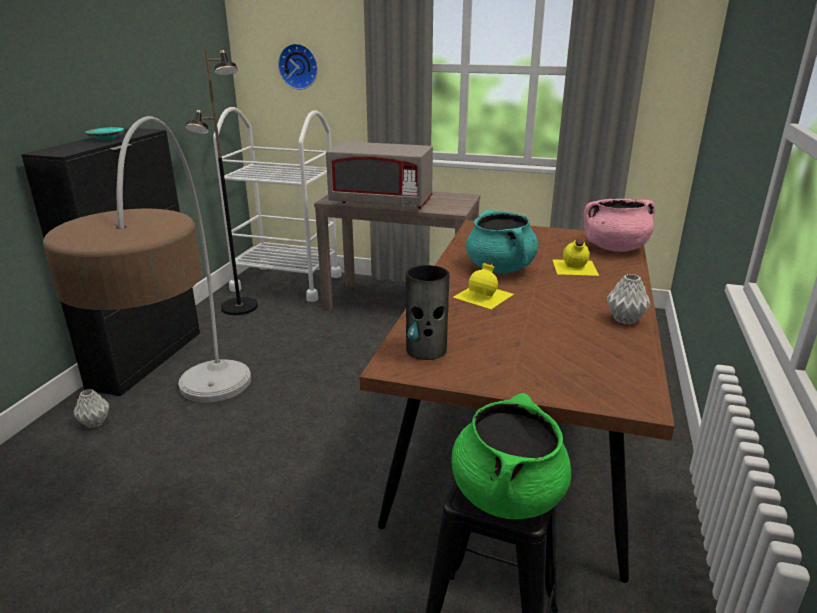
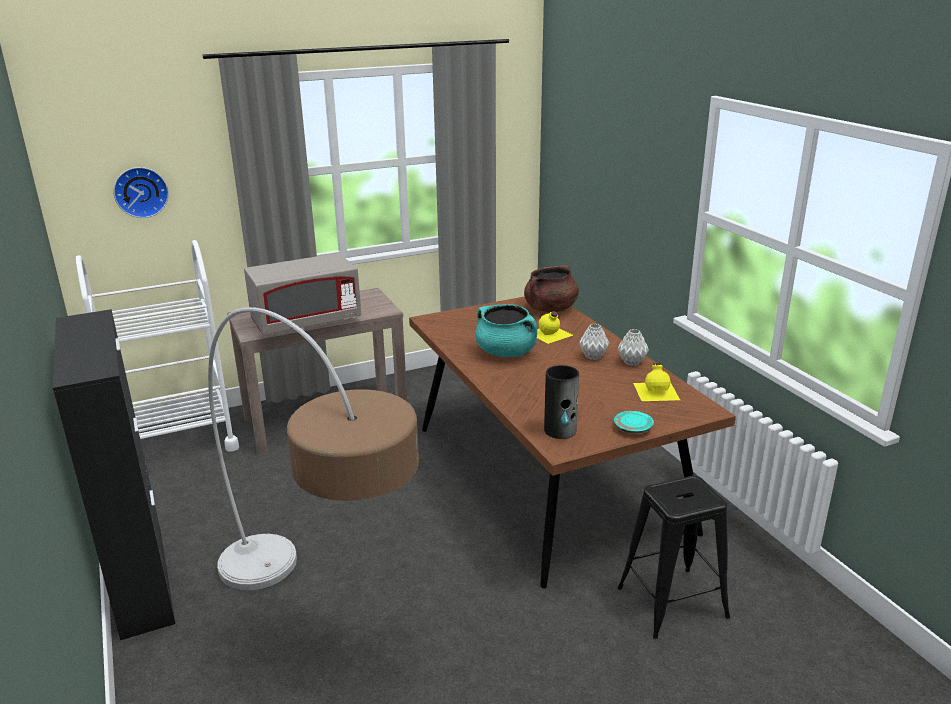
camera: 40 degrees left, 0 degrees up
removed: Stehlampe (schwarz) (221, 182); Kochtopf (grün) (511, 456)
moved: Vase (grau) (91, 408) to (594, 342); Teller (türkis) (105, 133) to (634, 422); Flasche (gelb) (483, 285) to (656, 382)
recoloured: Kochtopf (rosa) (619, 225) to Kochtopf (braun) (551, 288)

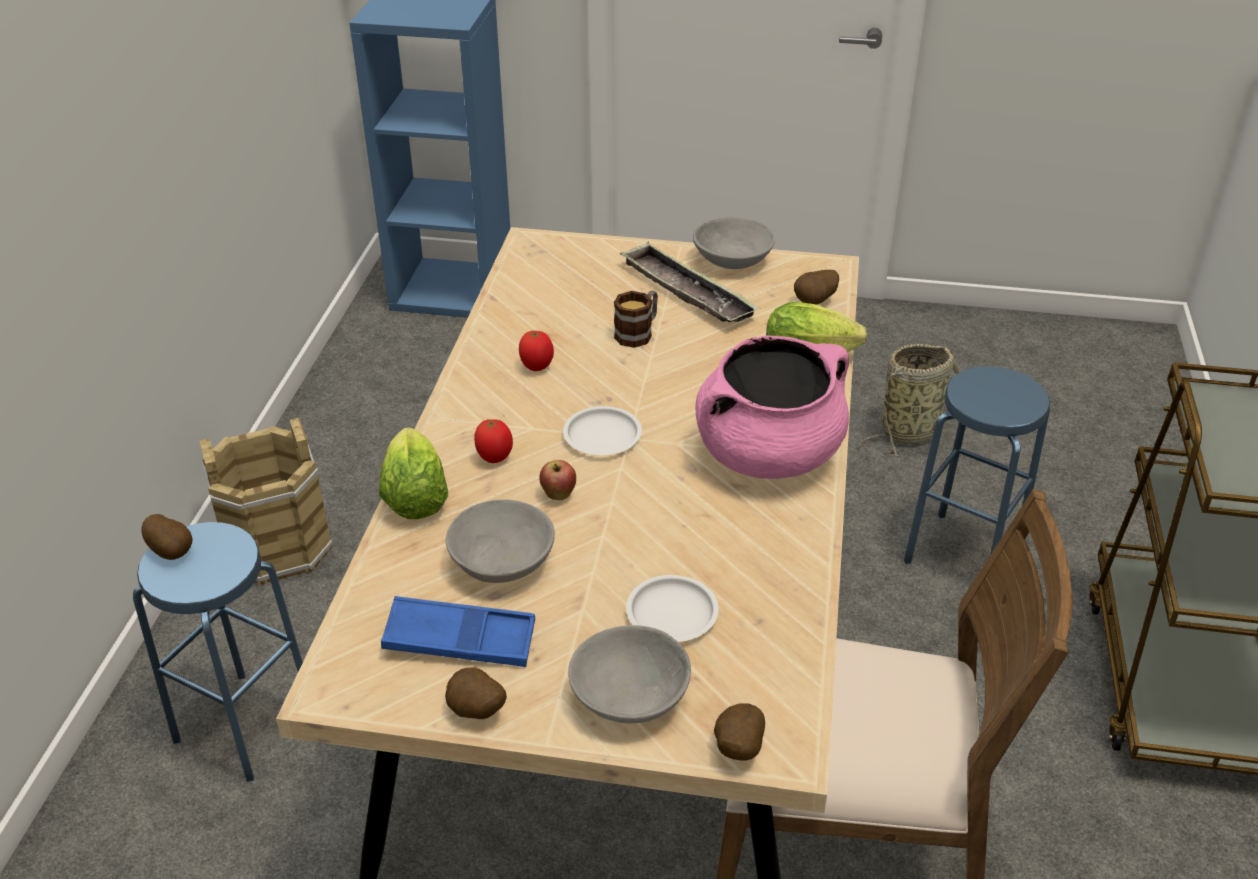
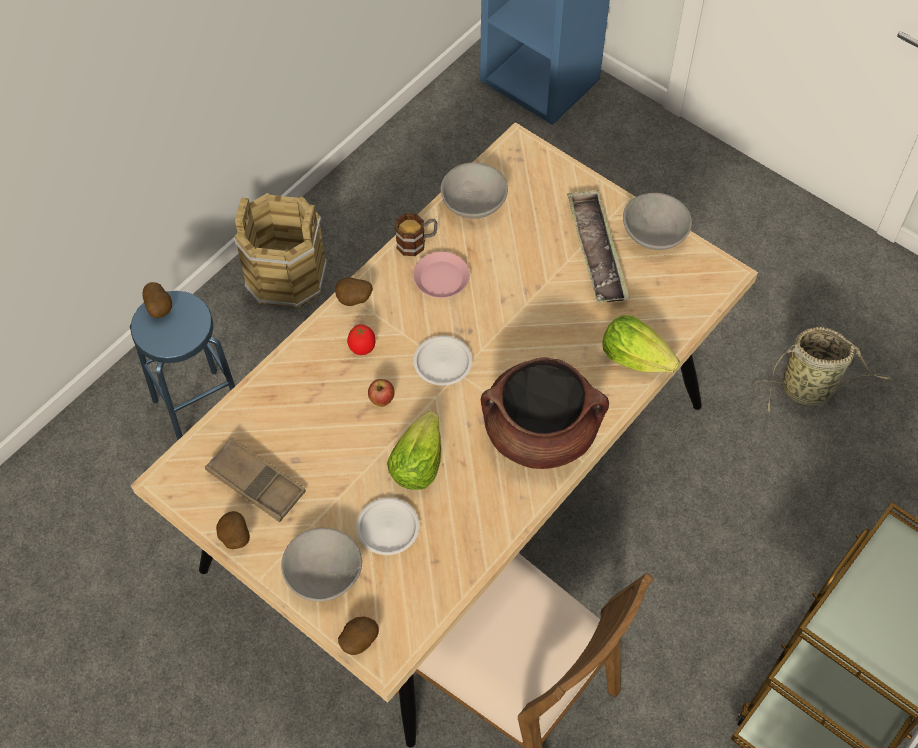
camera: 30 degrees right, 20 degrees up
removed: Hocker (blau) (977, 465)
moved: Salatkopf (413, 473) to (414, 450); Schüssel (grau) (500, 541) to (474, 190); Henkelbecher (636, 319) to (416, 234); Kartoffel (816, 287) to (354, 291)
replaced: Tomate (536, 350) to Teller (rosa) (441, 275)
recoloured: Tablett (blau) (458, 631) to Tablett (braun) (255, 479); Kochtopf (rosa) (772, 407) to Kochtopf (braun) (545, 413)

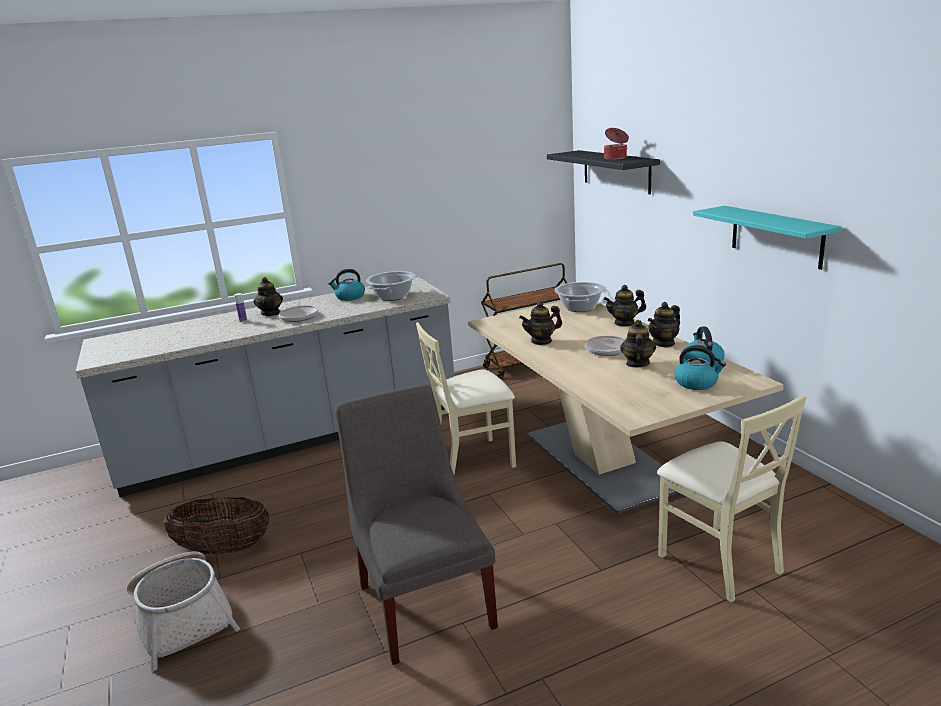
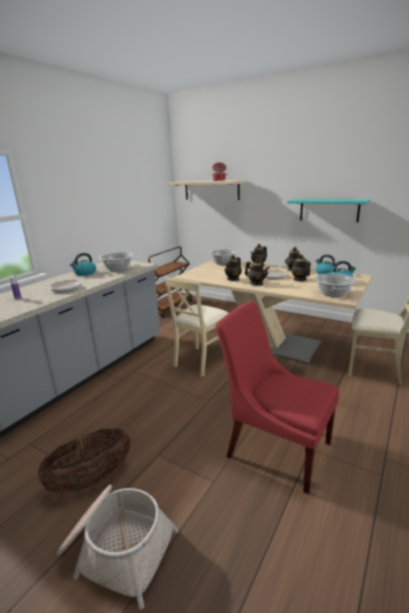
camera: 35 degrees left, 0 degrees up
added: Kochtopf (335, 285)
moved: Teekanne (268, 296) to (257, 271)
recoloured: Stuhl (grau) (416, 524) to Stuhl (rot) (277, 397); Wandregal (schwarz) (603, 172) to Wandregal (beige) (206, 190)

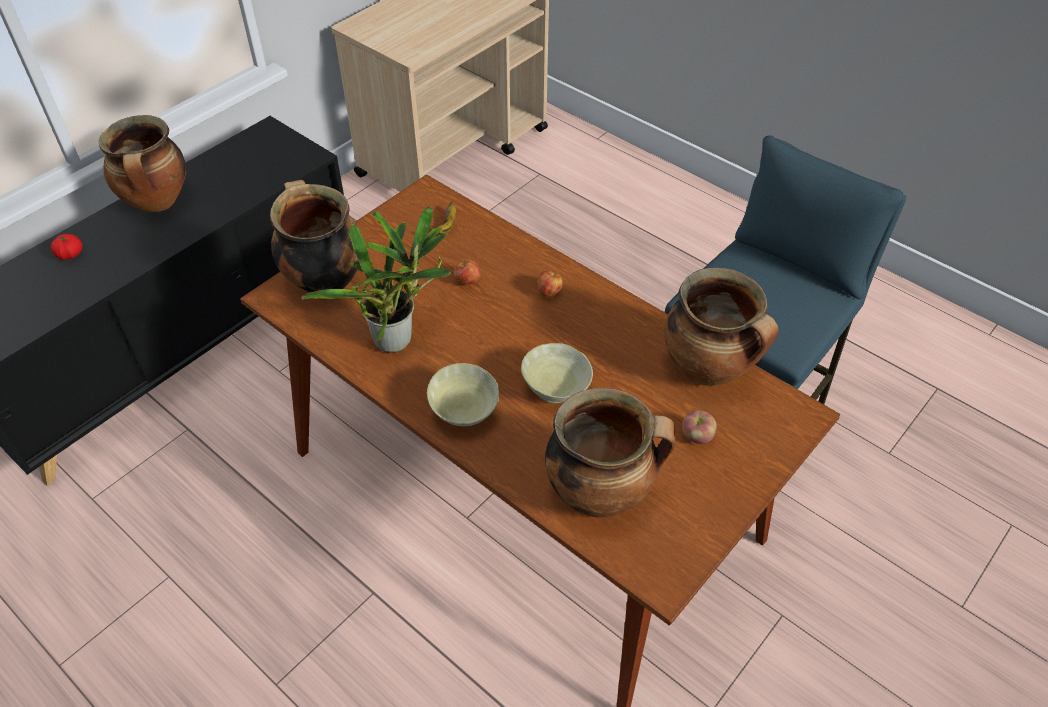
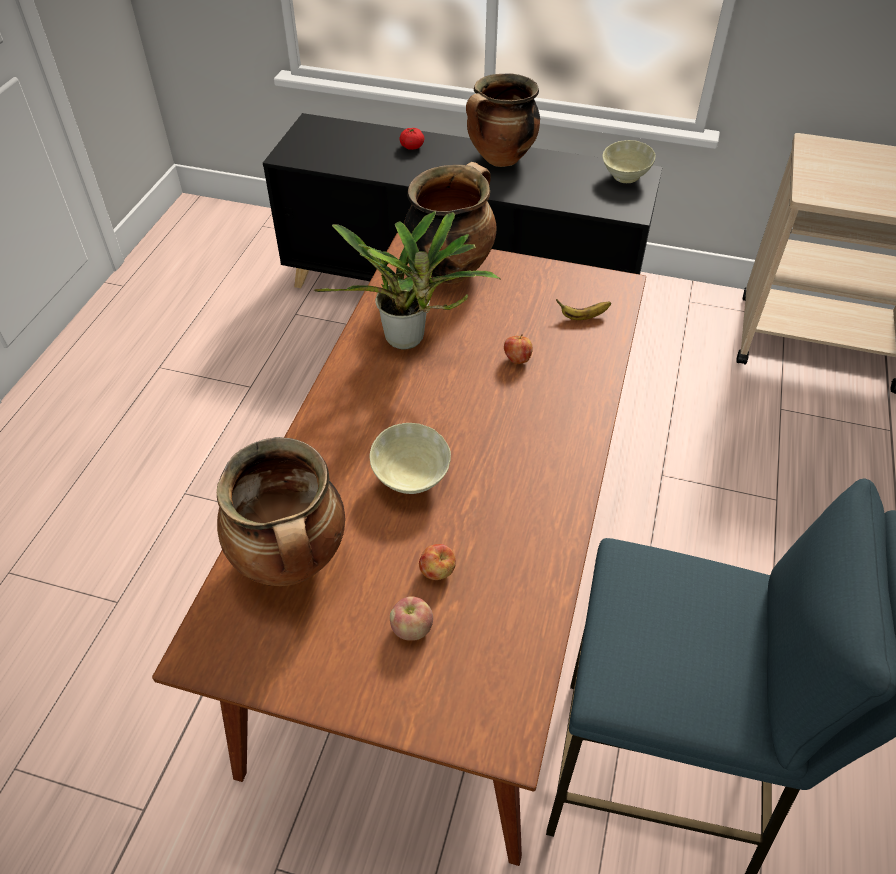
camera: 65 degrees right, 0 degrees up
removed: Kochtopf (721, 326)
moved: Schüssel (beige) (463, 394) to (629, 161); Apfel (550, 283) to (437, 562)

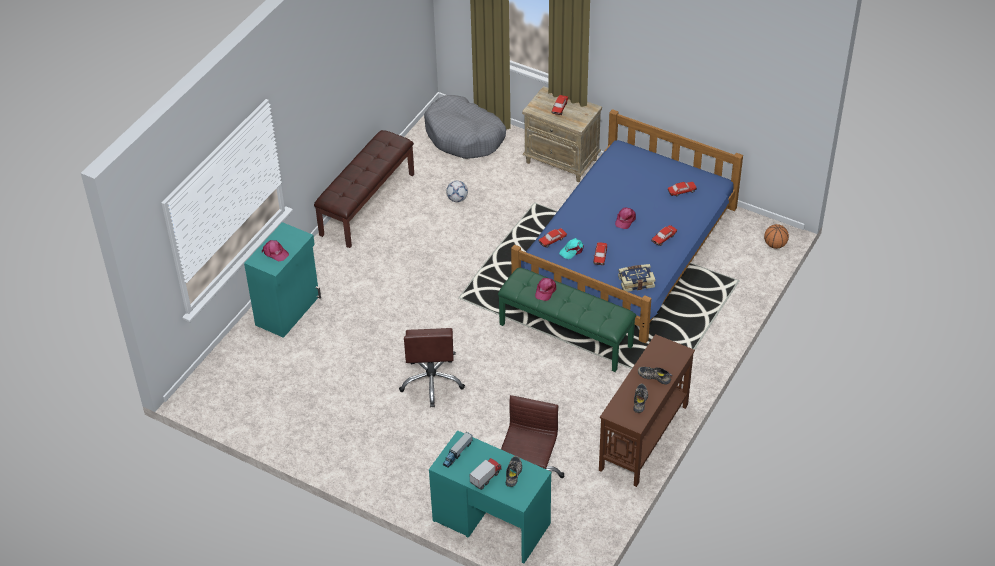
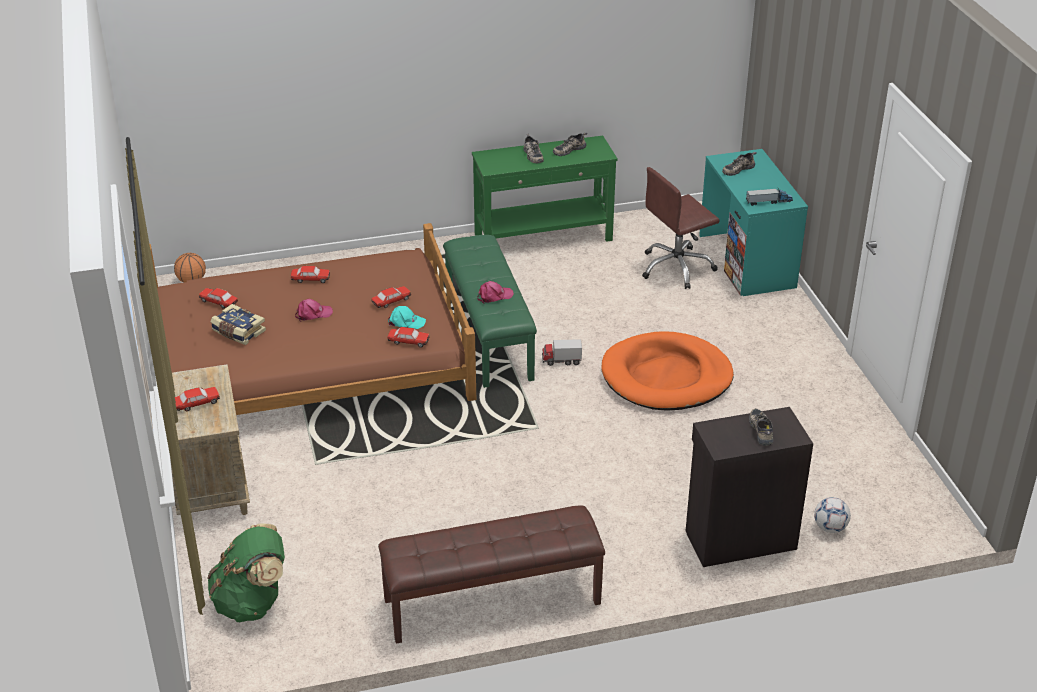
camera: 135 degrees left, 10 degrees down
moved: Fußball (457, 191) to (832, 515); Spielzeuglaster (485, 474) to (562, 352); Buch (637, 278) to (238, 324)
replaced: Kappe (rosa) (275, 250) to Schuh (761, 427); Bürostuhl (braun) (432, 367) to Hundebett (orange) (667, 371); Hundebett (grau) (465, 127) to Rucksack (grün) (246, 572)
recoloured: Schrank (türkis) (282, 280) to Schrank (schwarz) (749, 487); Bett (blau) (627, 226) to Bett (braun) (313, 319); Konsolentisch (braun) (647, 410) to Konsolentisch (grün) (545, 189)

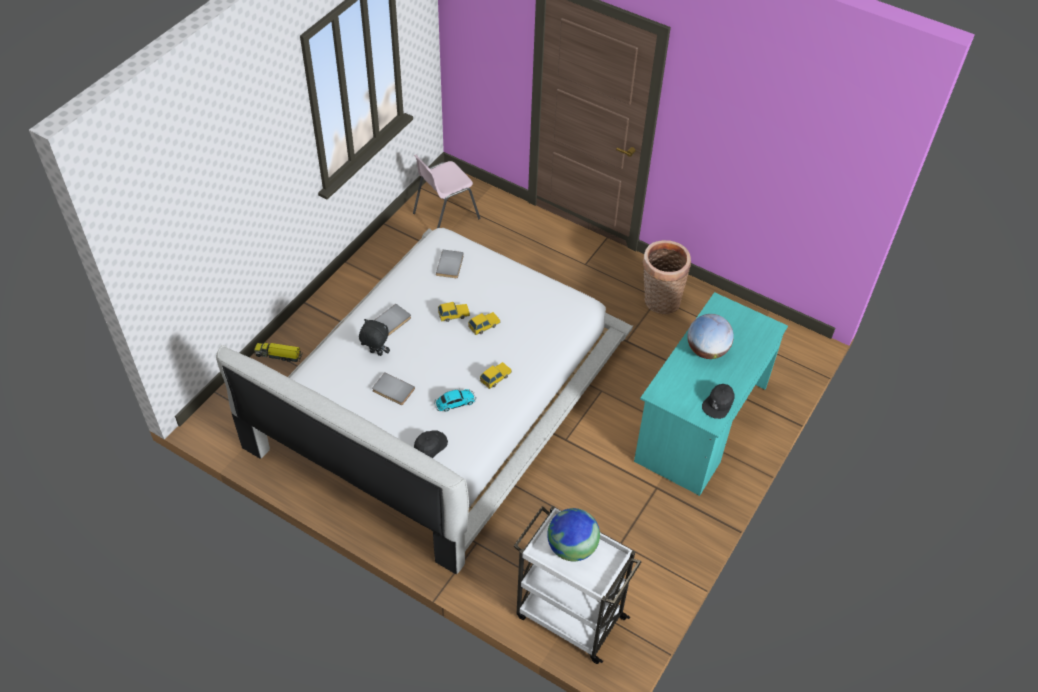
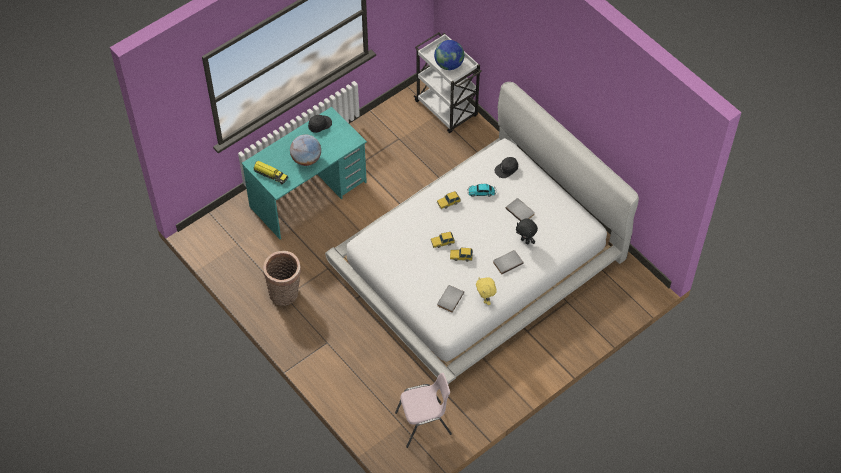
camera: 160 degrees left, 5 degrees up
added: Plüschtier (gelb) (486, 291)
moved: Spielzeuglaster (278, 351) to (270, 172)

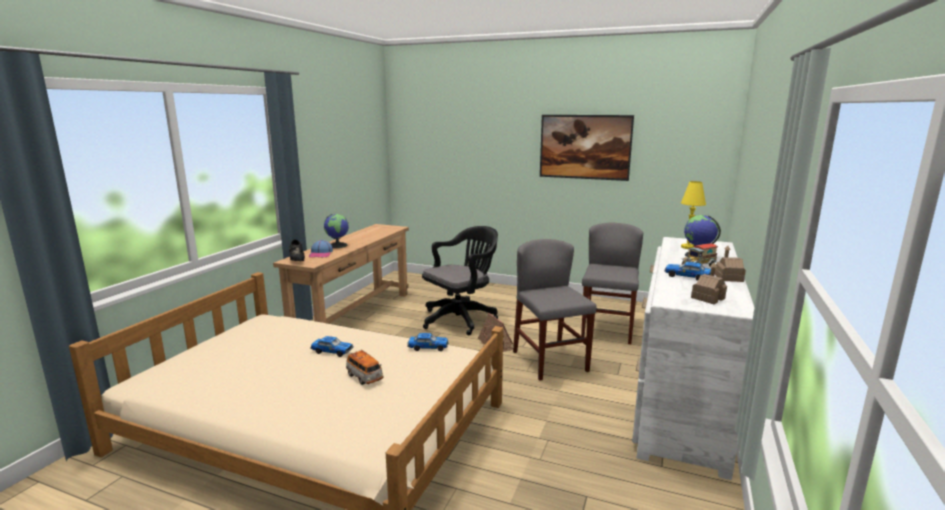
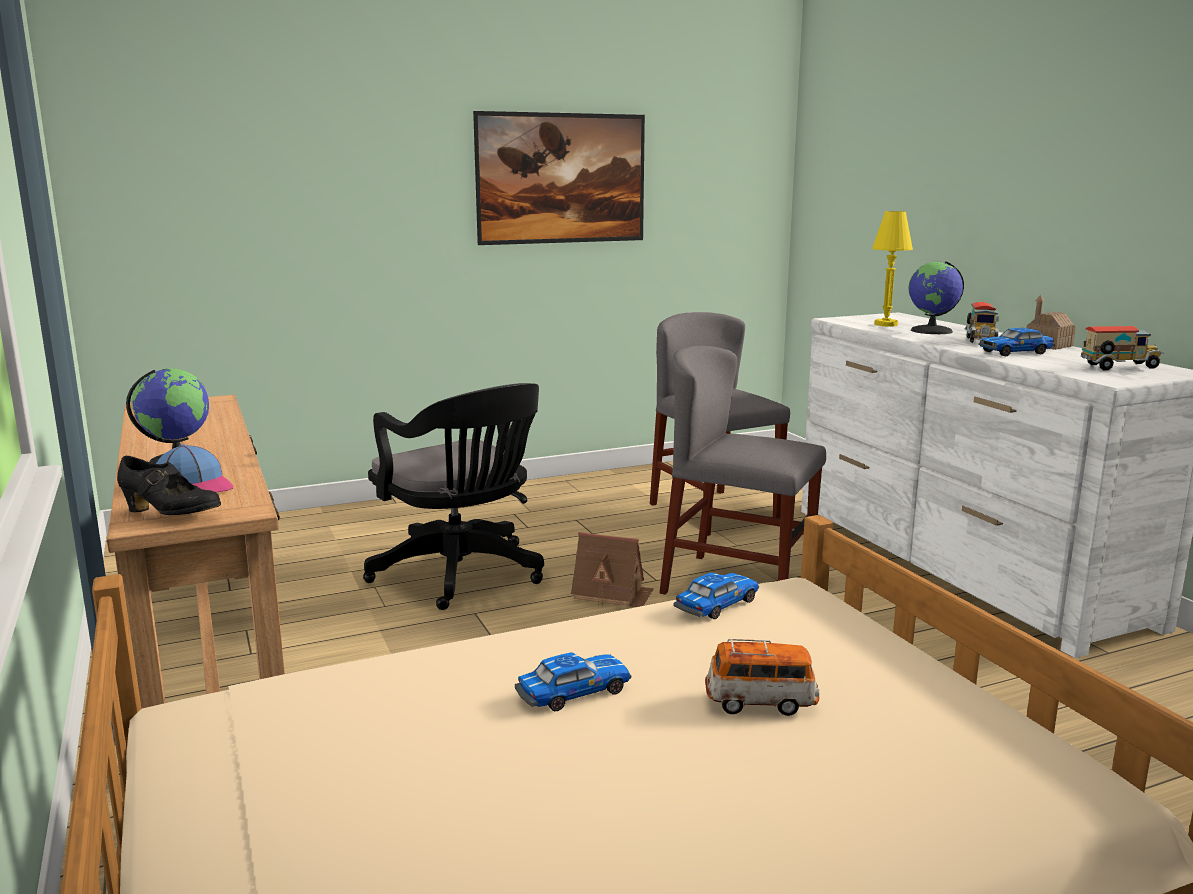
camera: 45 degrees left, 0 degrees up
replaced: Spielzeughaus (709, 283) to Spielzeuglaster (1122, 348)
turned: Bürostuhl (schwarz) (460, 280) = (453, 496) 135 degrees clockwise

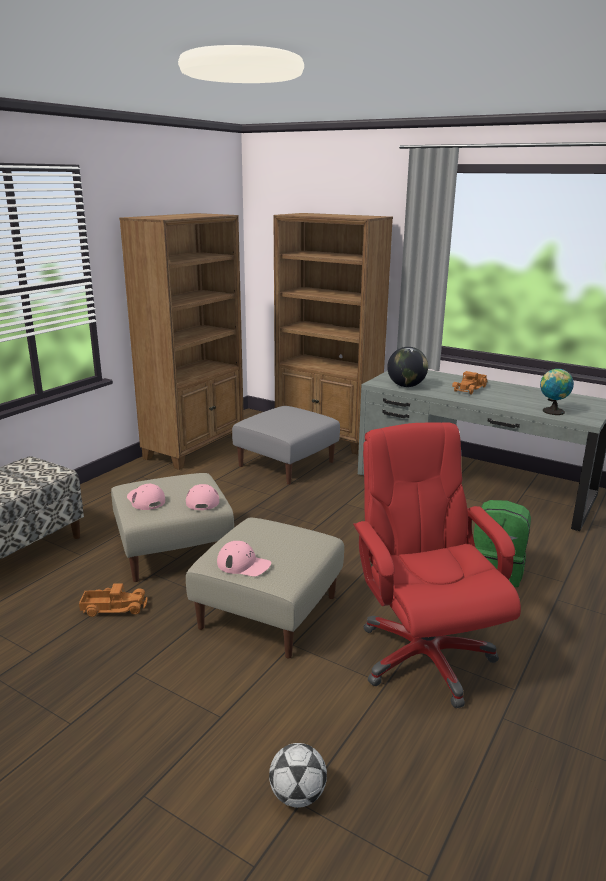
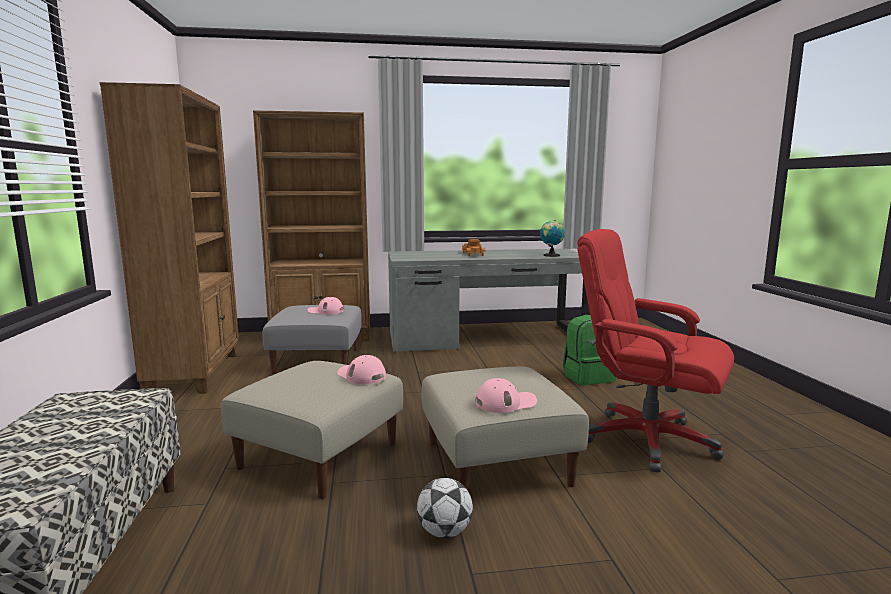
camera: 40 degrees left, 10 degrees down
removed: Spielzeuglaster (113, 600); Globus (407, 367)
moved: Kappe (rosa) (146, 497) to (326, 305); Fußball (298, 775) to (445, 508)

